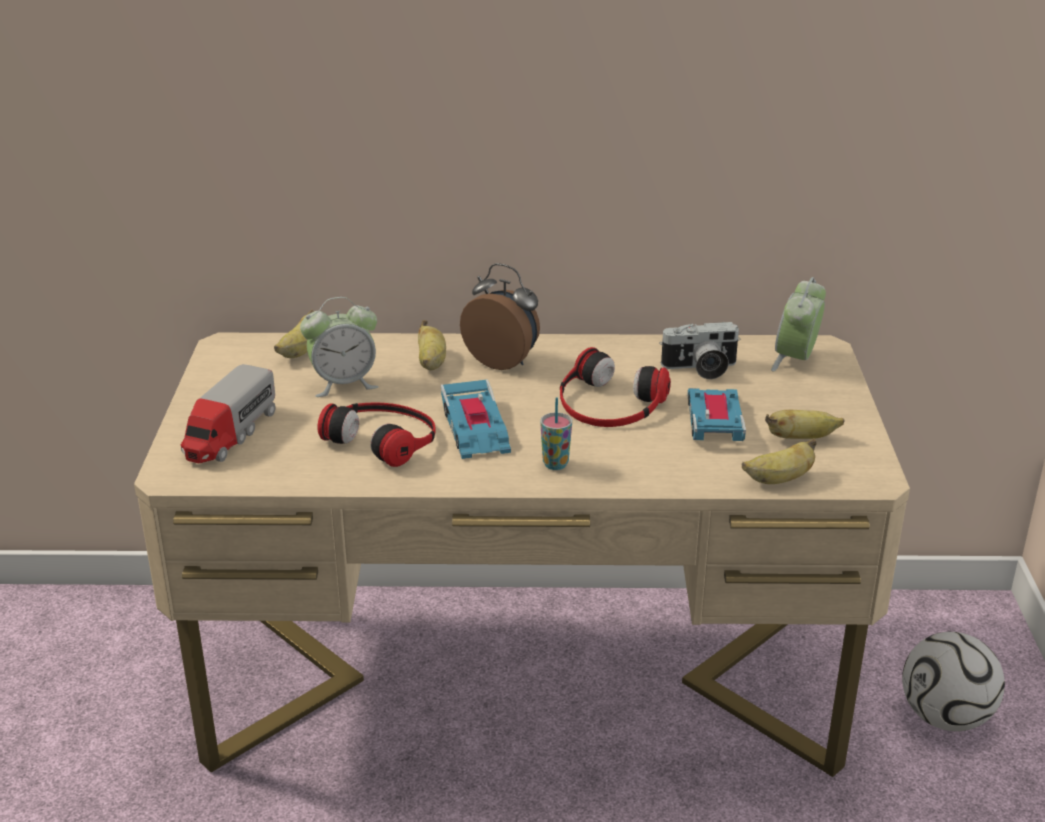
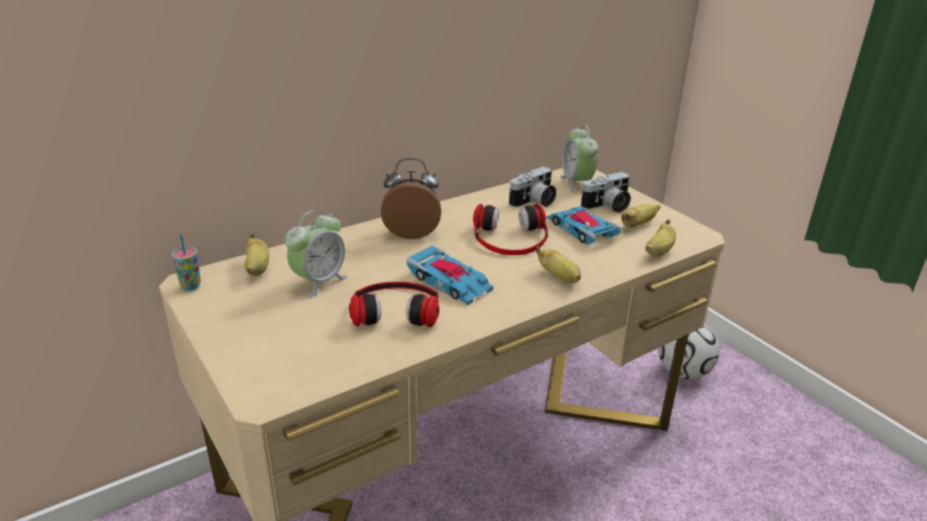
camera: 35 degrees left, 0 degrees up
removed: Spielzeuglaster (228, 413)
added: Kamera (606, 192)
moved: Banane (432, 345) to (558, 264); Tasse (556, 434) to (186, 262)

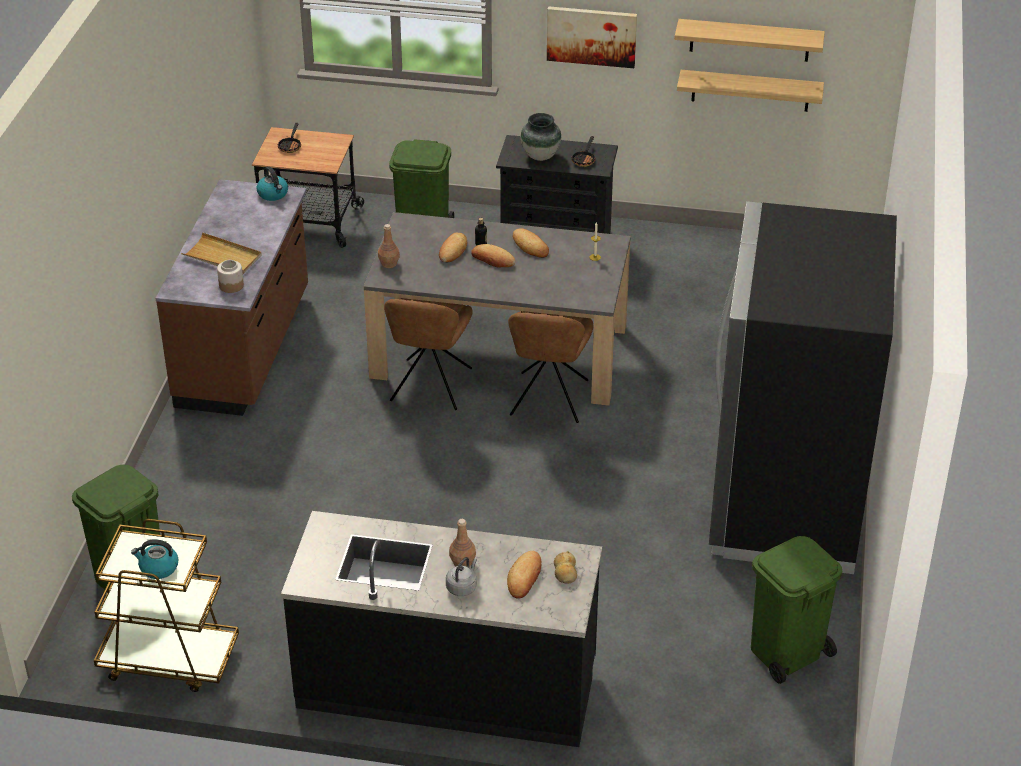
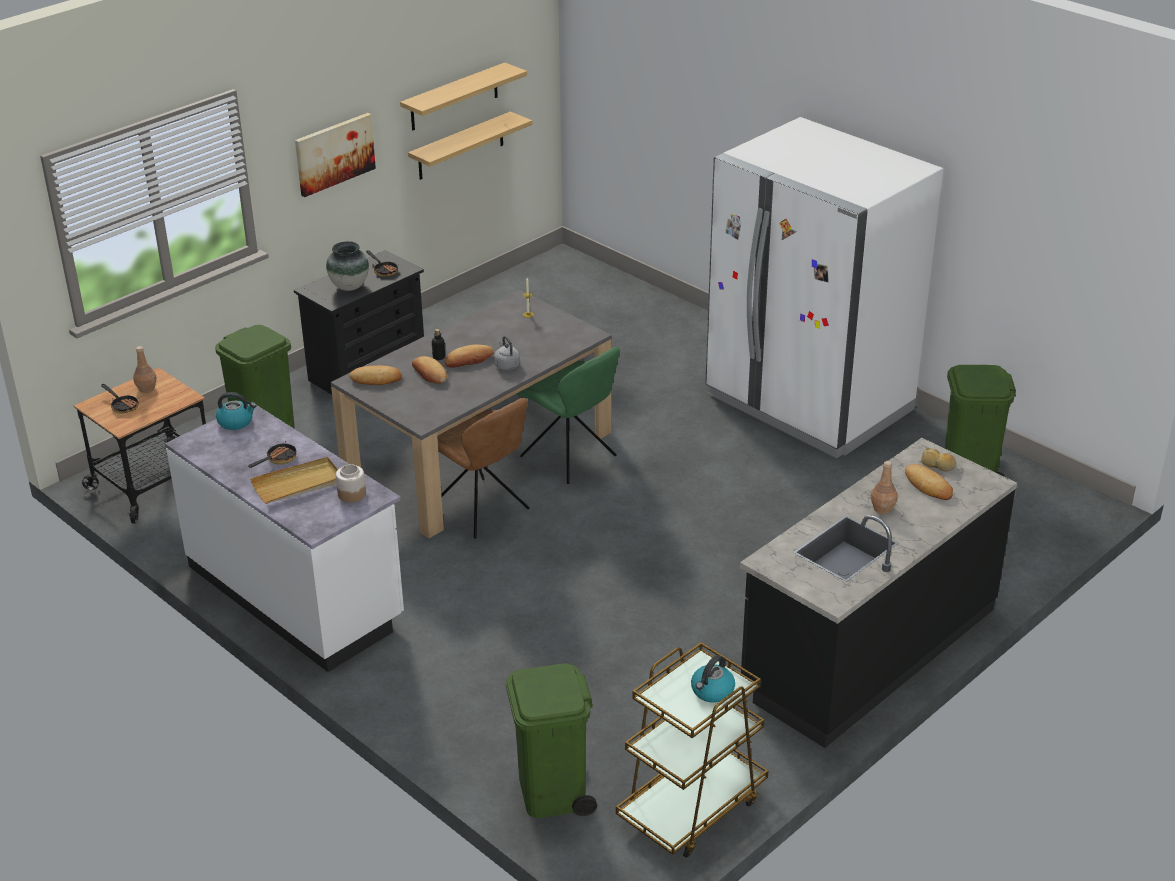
camera: 55 degrees left, 5 degrees down
added: Pfanne (272, 454)
moved: Flasche (braun) (389, 246) to (145, 369); Wasserkessel (grau) (461, 576) to (507, 353); Brot (531, 243) to (375, 375)
recoloured: Küchenzeile (braun) (232, 297) to Küchenzeile (weiß) (284, 538); Stuhl (braun) (550, 367) to Stuhl (grün) (568, 415); Kühlschrank (schwarz) (803, 387) to Kühlschrank (weiß) (824, 287)

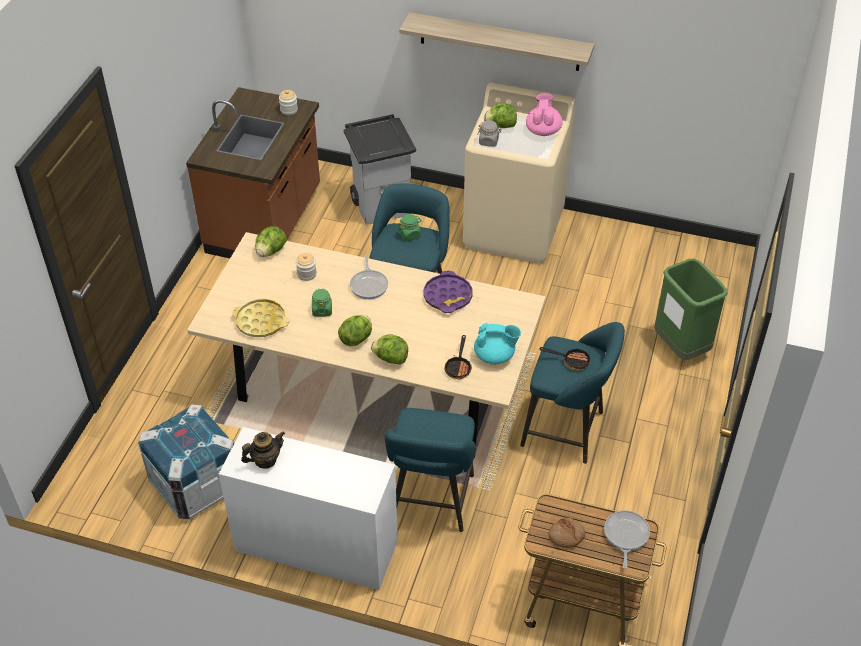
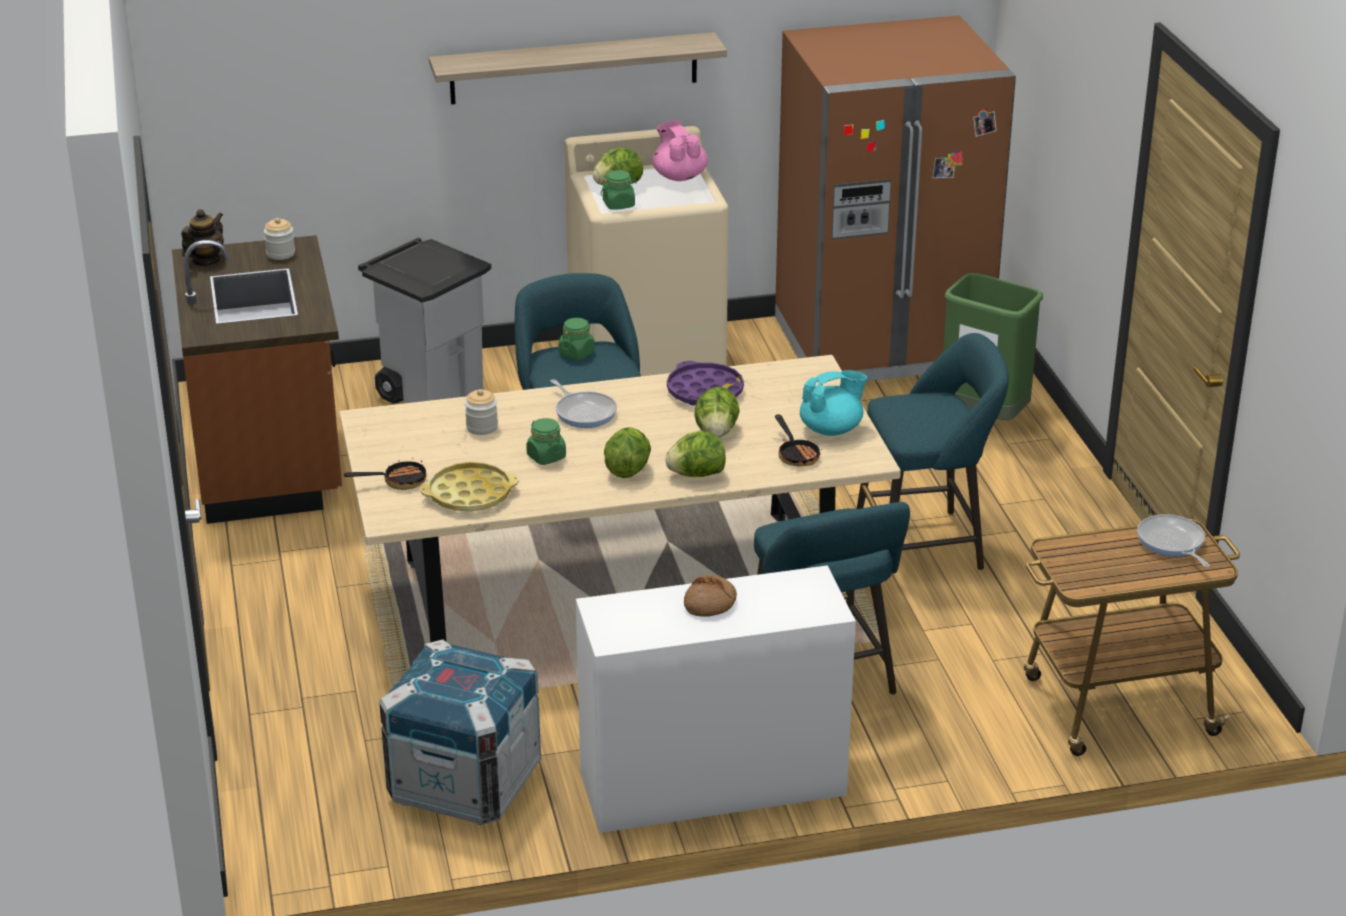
camera: 30 degrees left, 15 degrees down
added: Kühlschrank (braun) (895, 198)
moved: Teekanne (263, 450) to (202, 237); Salatkopf (271, 241) to (717, 412); Pfanne (565, 359) to (385, 473); Brot (566, 533) to (710, 596)
recoloured: Vorratsglas (grau) (489, 133) to Vorratsglas (grün) (619, 190)

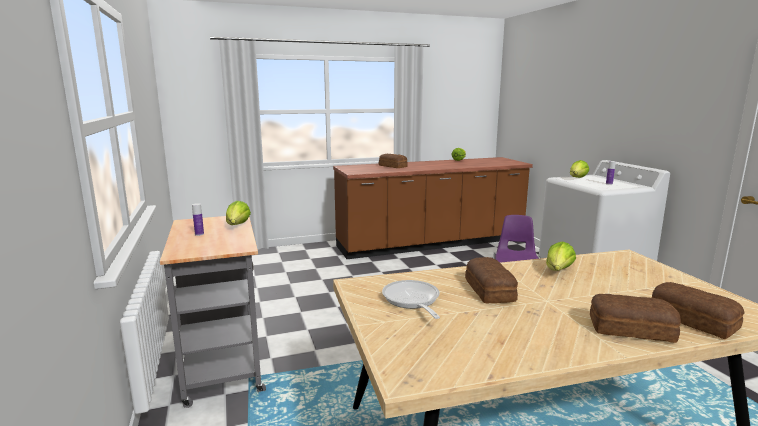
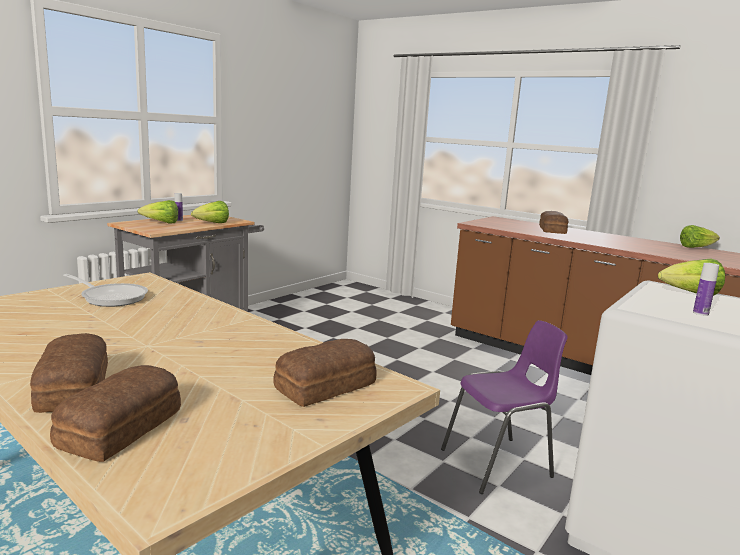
camera: 55 degrees right, 0 degrees up
moved: Brot (491, 280) to (325, 373); Salatkopf (561, 256) to (157, 212)
turned: Pfanne (411, 299) = (105, 290) 75 degrees clockwise

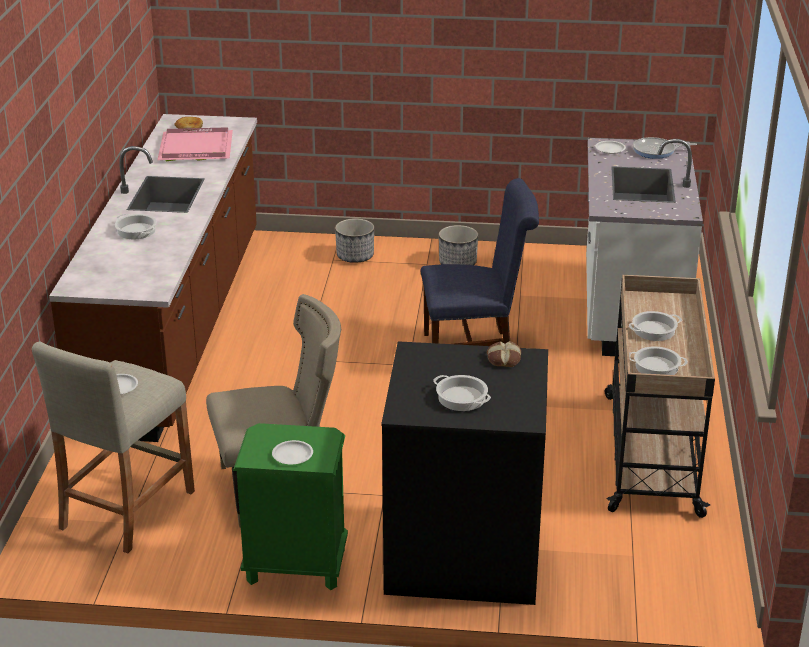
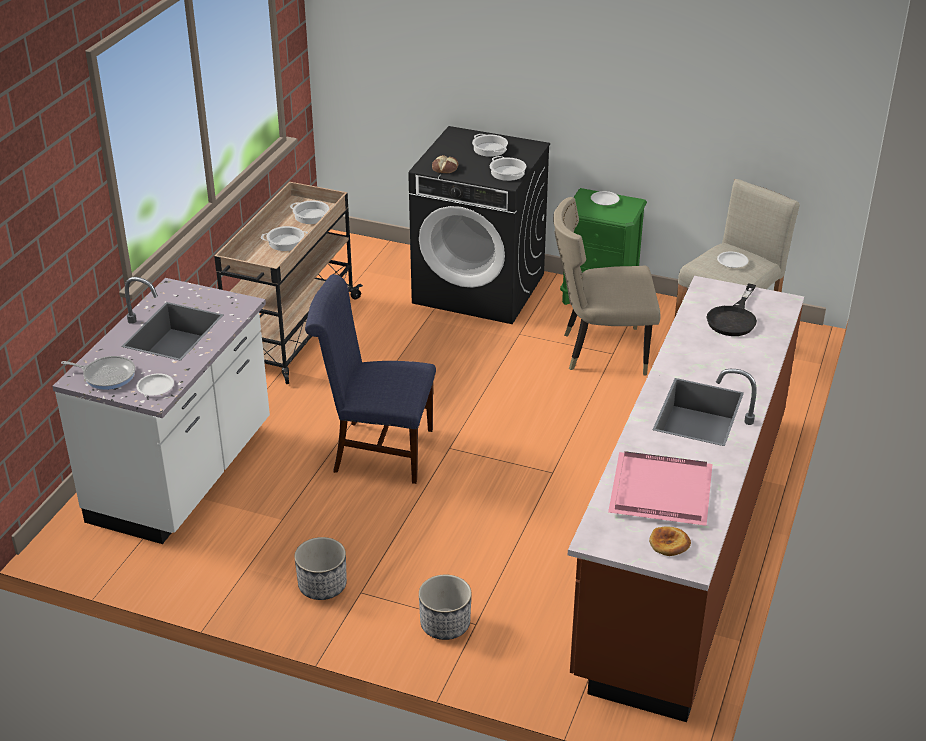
camera: 165 degrees left, 5 degrees up
added: Pfanne (schwarz) (731, 309)
moved: Kochtopf (136, 226) to (508, 168)

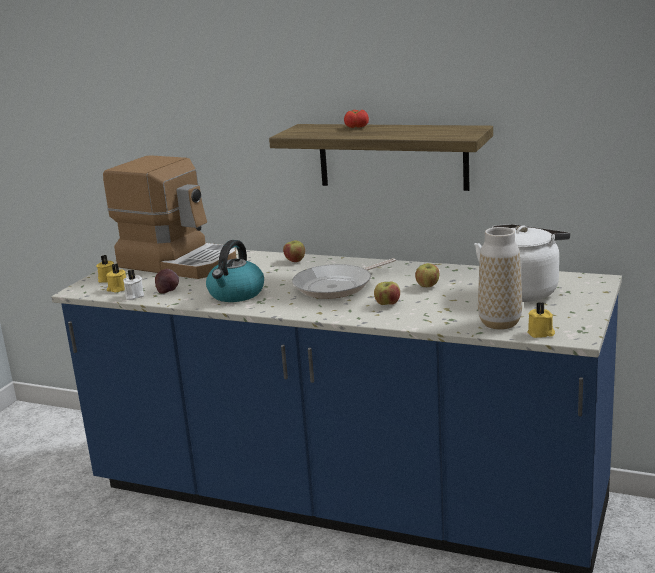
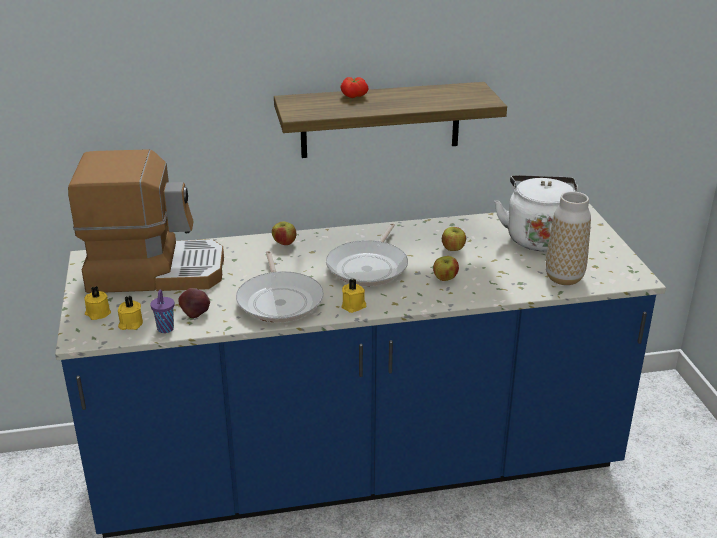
camera: 35 degrees left, 10 degrees up
moved: Kerze (gelb) (541, 320) to (353, 296)
replaced: Kerze (weiß) (133, 285) to Tasse (lila) (162, 311); Wasserkessel (235, 271) to Pfanne (280, 287)

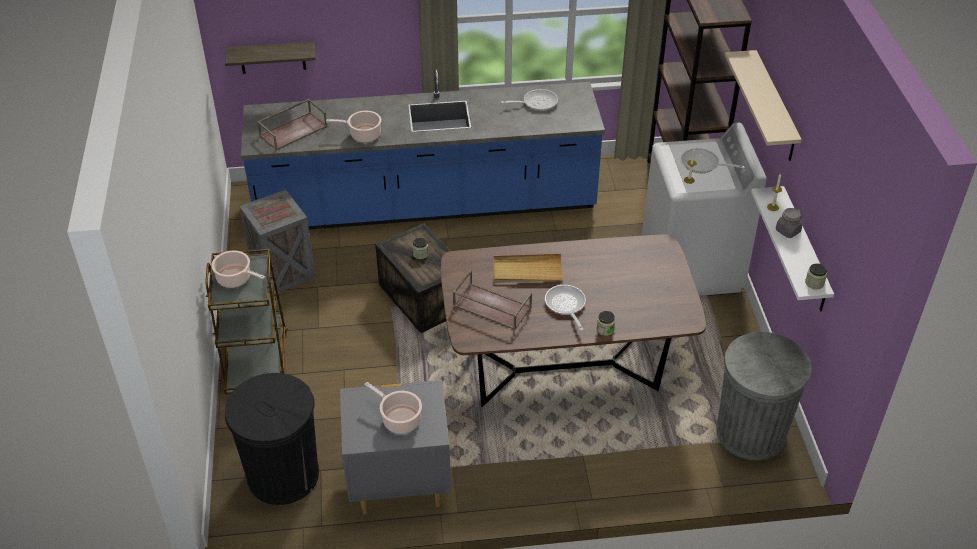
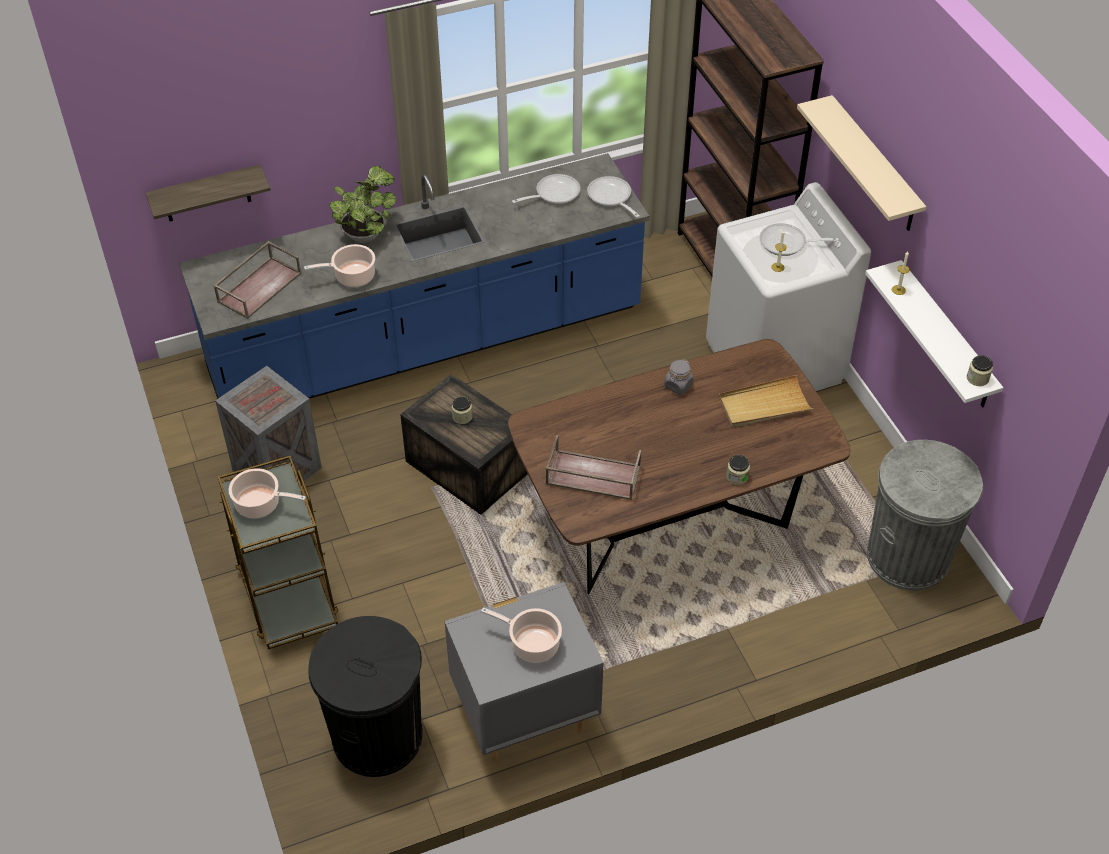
camera: 15 degrees left, 5 degrees up
added: Topfpflanze (362, 204)
moved: Tablett (beige) (528, 268) to (766, 401); Pfanne (565, 308) to (613, 197); Vorratsglas (grau) (789, 223) to (679, 377)

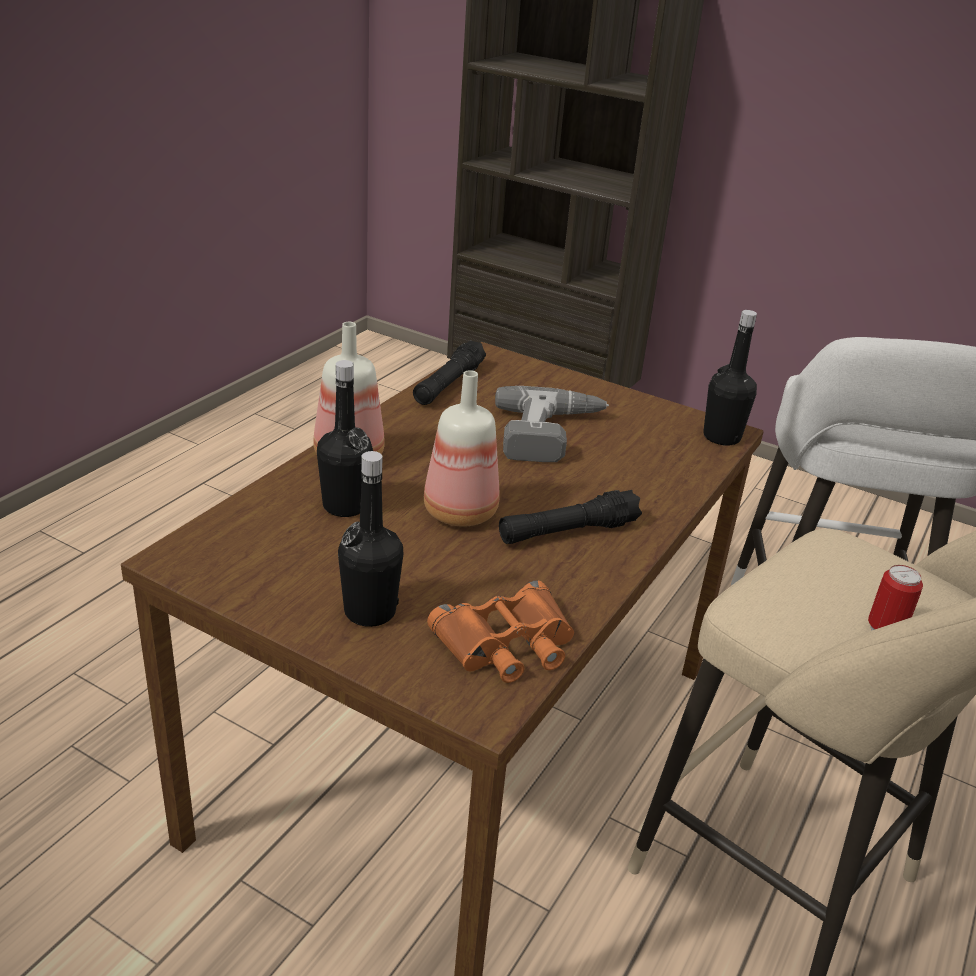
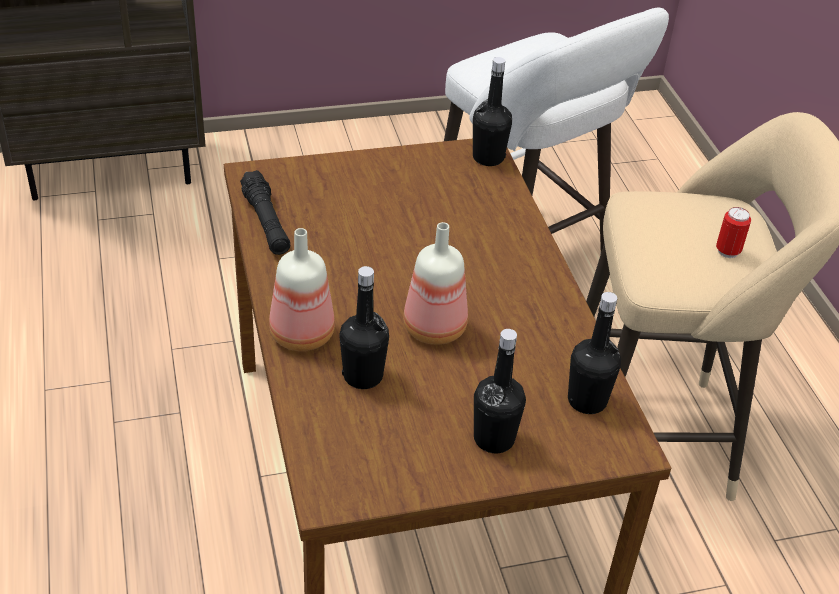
camera: 45 degrees left, 10 degrees up
removed: Bohrmaschine (552, 424); Taschenlampe (schwarz) (570, 517)
replaced: Fernglas (orange) (500, 631) to Flasche (schwarz) (594, 353)

